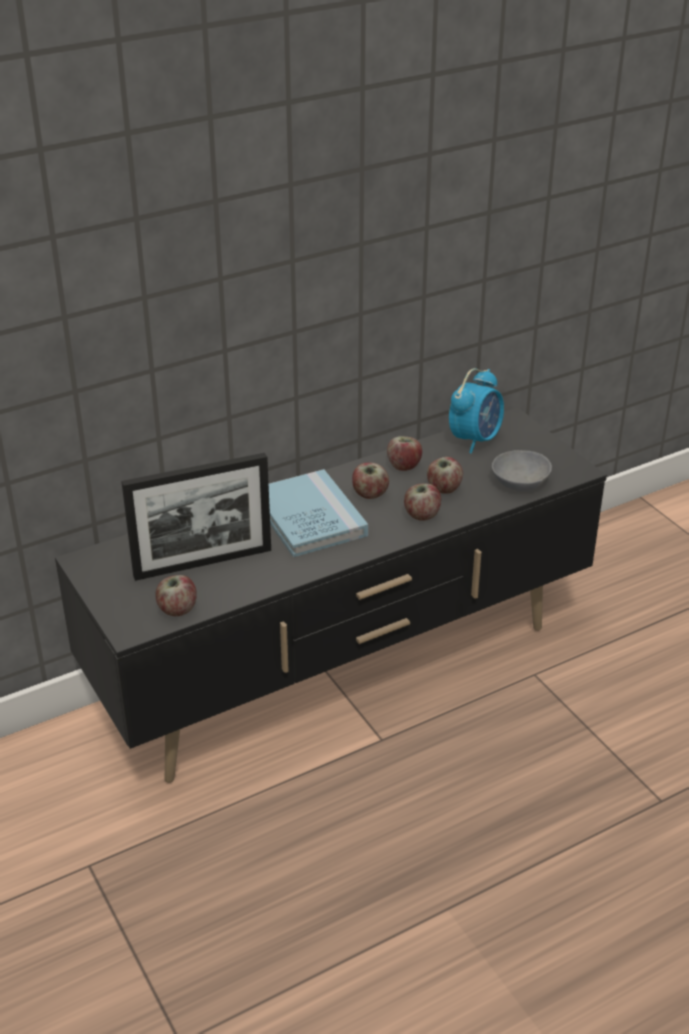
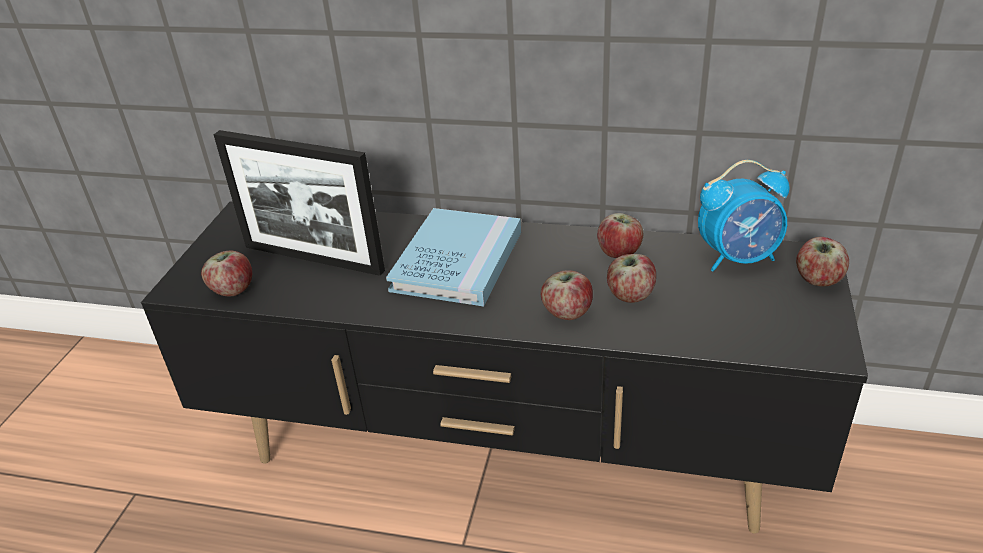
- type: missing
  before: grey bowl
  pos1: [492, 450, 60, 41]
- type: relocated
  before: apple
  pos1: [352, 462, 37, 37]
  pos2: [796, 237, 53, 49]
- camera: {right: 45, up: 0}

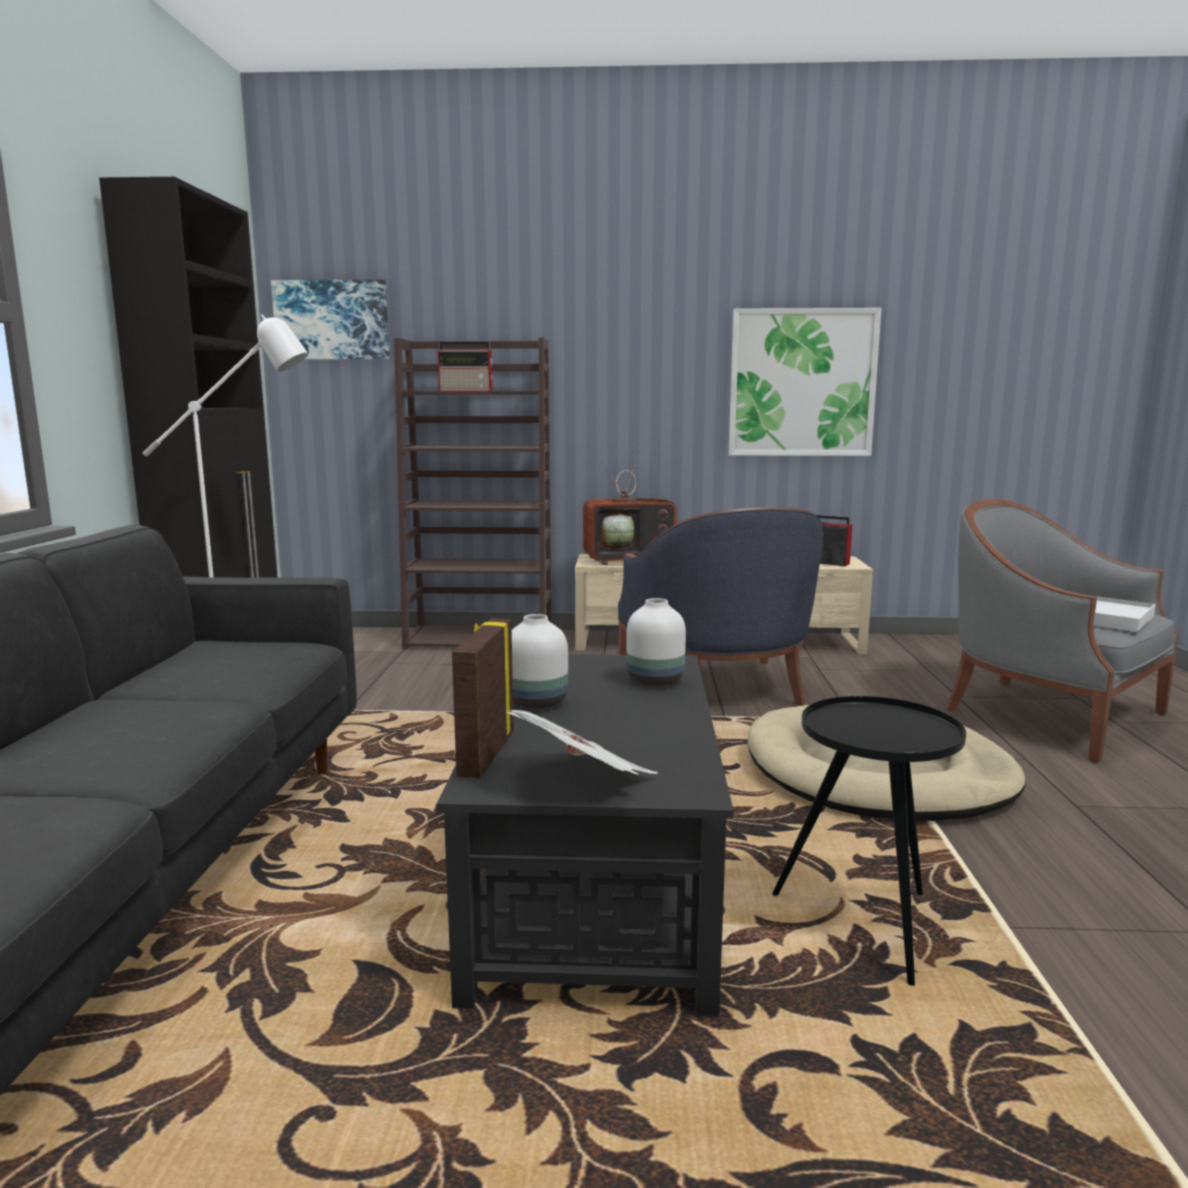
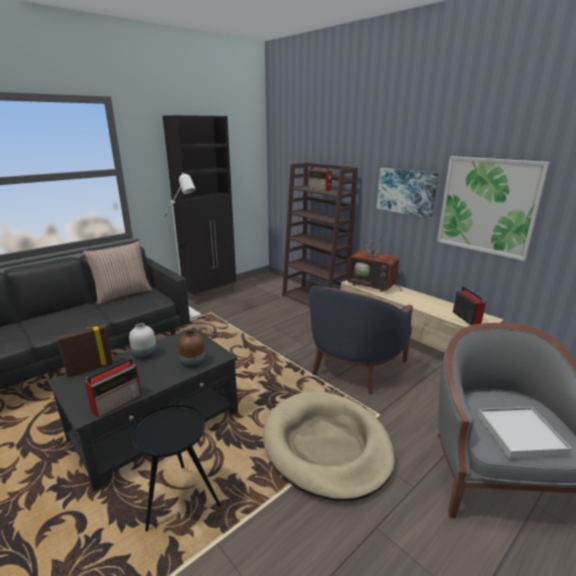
- type: missing
  before: newspaper
  pos1: [506, 710, 152, 65]
- type: appeared
  after: pillow
  pos2: [83, 241, 69, 64]
- type: appeared
  after: radio
  pos2: [84, 357, 57, 60]
- type: relocated
  before: picture
  pos1: [271, 280, 119, 80]
  pos2: [377, 168, 61, 50]
- type: colour
  before: white vase
  after: brown vase
  pos1: [626, 598, 60, 88]
  pos2: [178, 330, 27, 38]
- camera: {right: 45, up: 10}

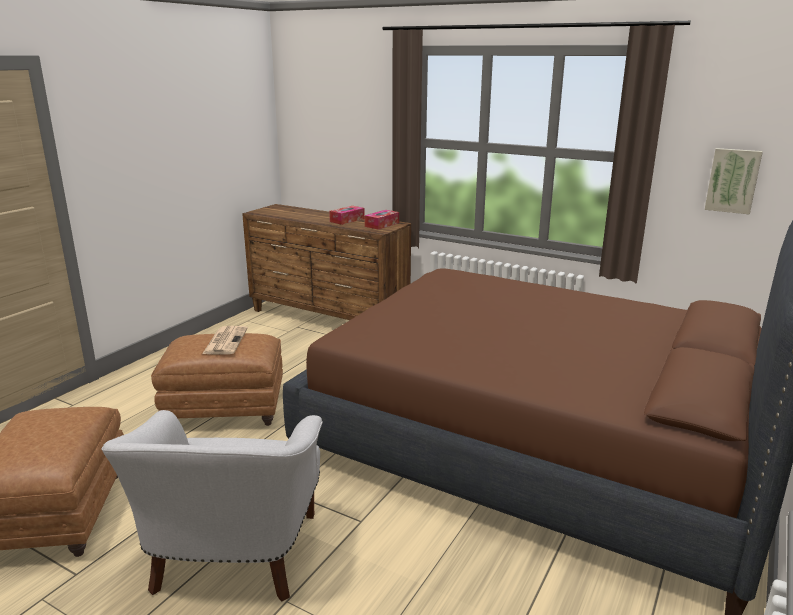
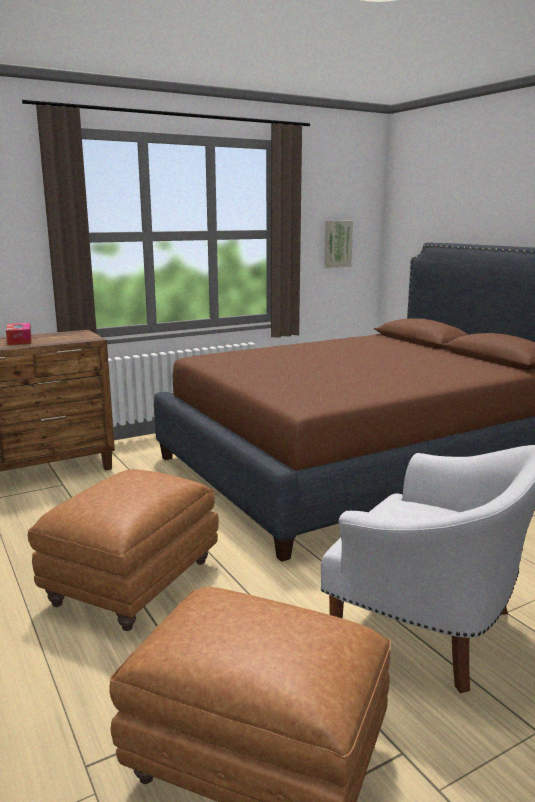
- type: missing
  before: newspaper
  pos1: [202, 326, 46, 28]
- type: missing
  before: tissue box
  pos1: [365, 210, 34, 19]
- camera: {right: -60, up: -5}

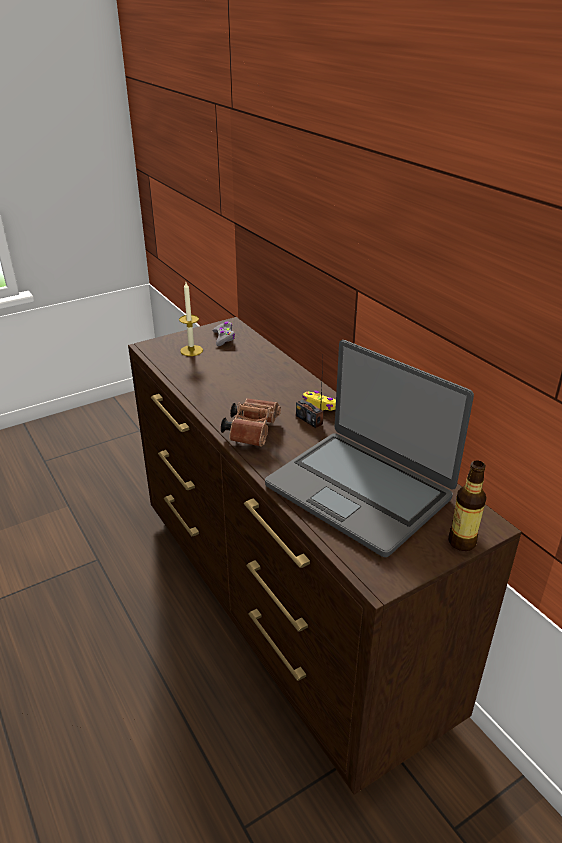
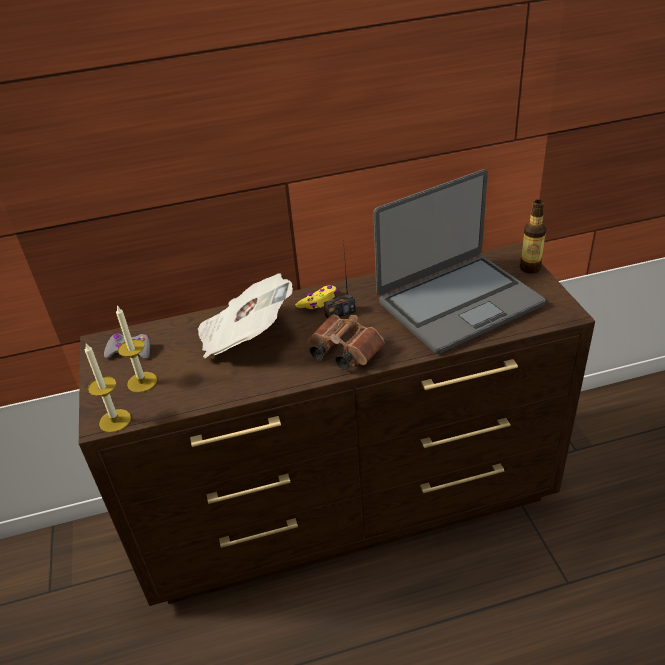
- type: appeared
  after: candle
  pos2: [85, 344, 46, 89]
- type: appeared
  after: newspaper
  pos2: [198, 273, 95, 85]
- camera: {right: -70, up: 5}

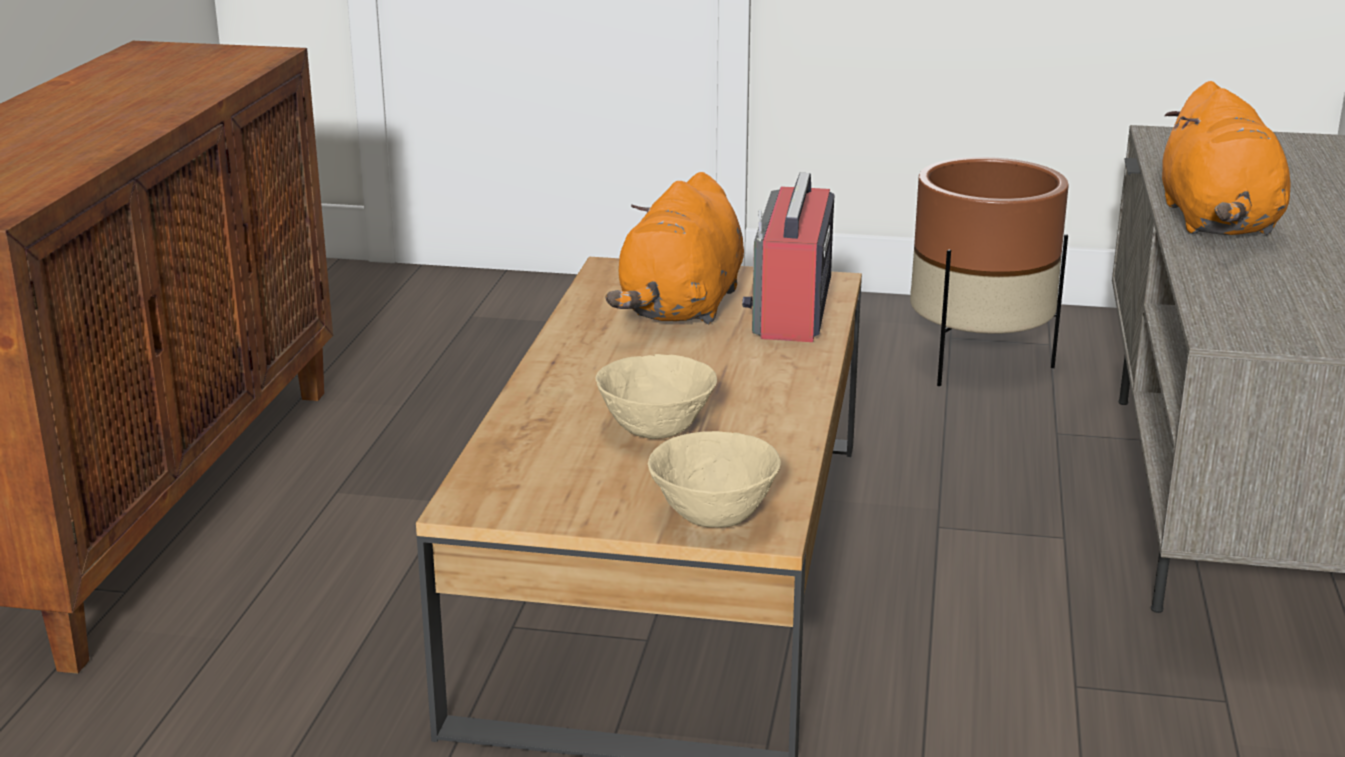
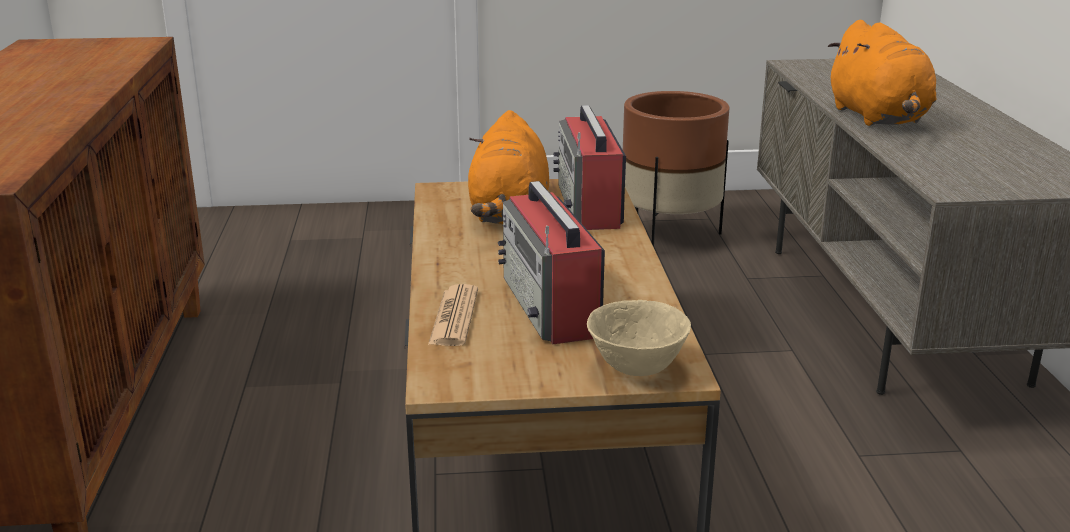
- type: appeared
  after: newspaper
  pos2: [428, 284, 50, 62]
- type: exchanged
  before: beige bowl
  after: radio
  pos1: [595, 354, 122, 85]
  pos2: [498, 181, 107, 164]
- camera: {right: -15, up: 0}

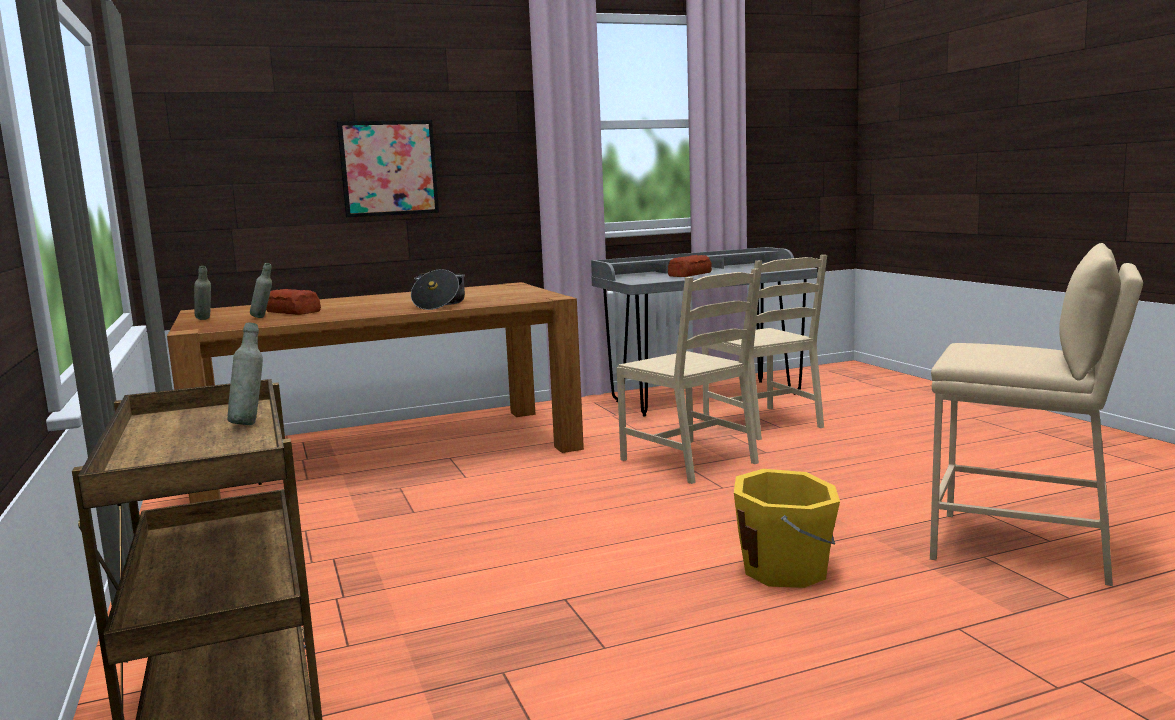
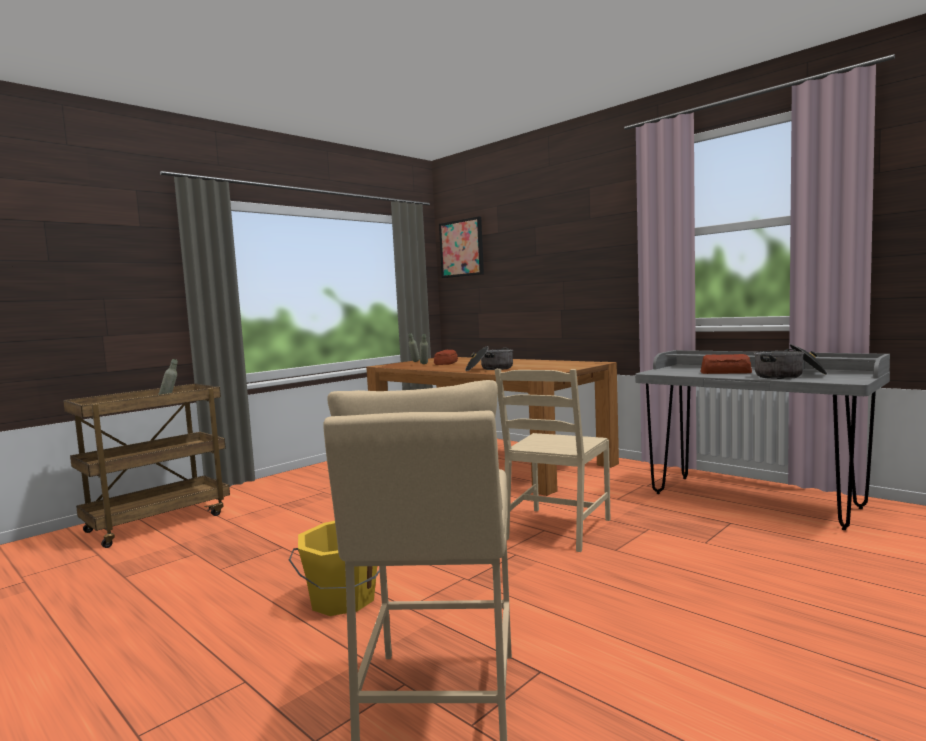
- type: missing
  before: beige chair
  pos1: [702, 255, 125, 185]
- type: appeared
  after: cooking pot
  pos2: [754, 344, 73, 35]
- type: relocated
  before: picture
  pos1: [337, 120, 102, 97]
  pos2: [439, 216, 45, 62]
- camera: {right: 65, up: -5}

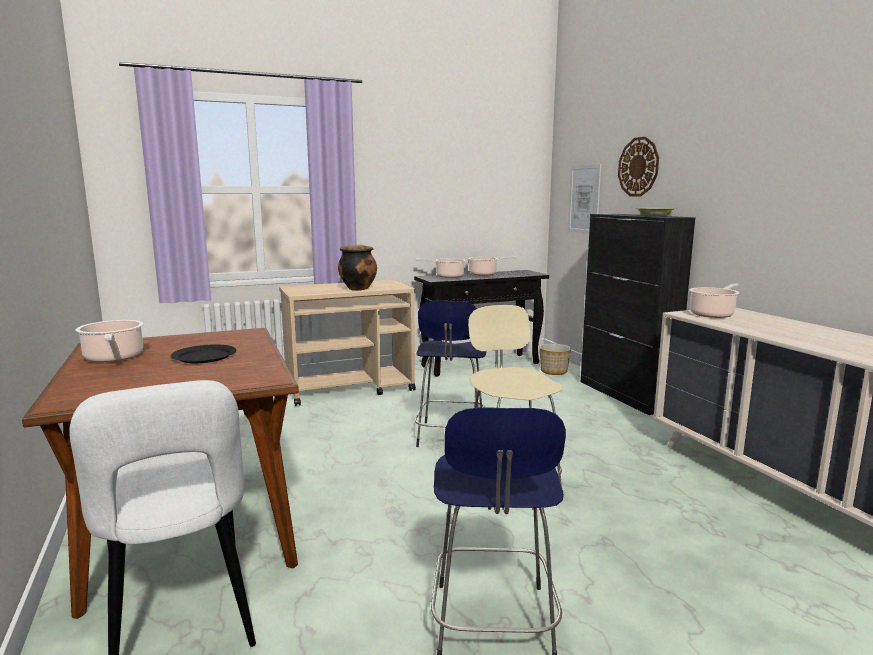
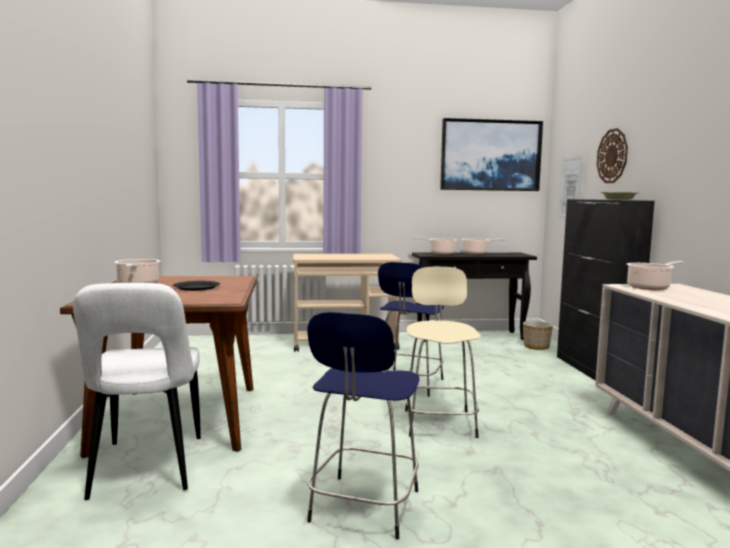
- type: missing
  before: cooking pot
  pos1: [338, 245, 39, 45]
- type: appeared
  after: picture
  pos2: [440, 118, 103, 73]
- camera: {right: 15, up: -5}

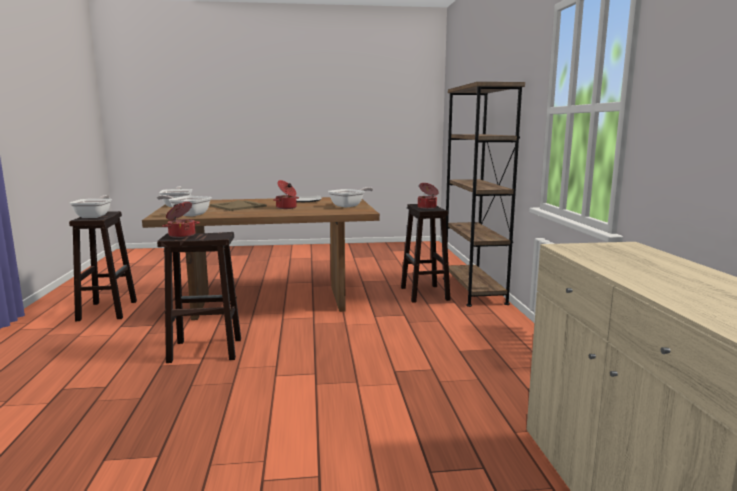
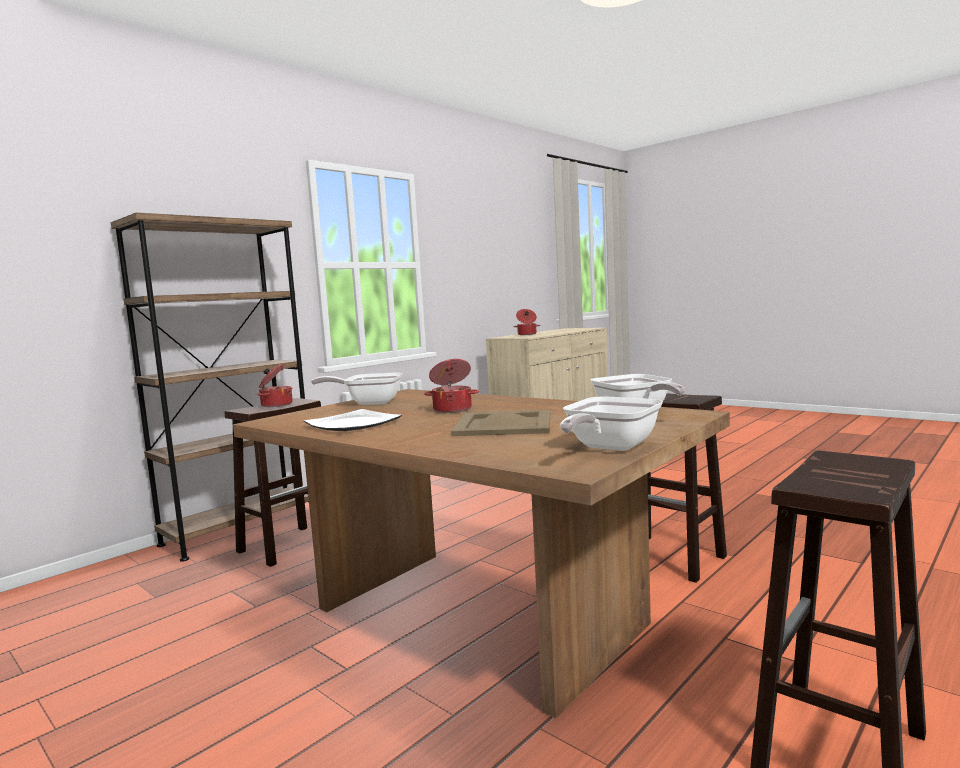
- type: missing
  before: frying pan
  pos1: [70, 195, 42, 23]
- type: relocated
  before: cooking pot
  pos1: [162, 202, 38, 36]
  pos2: [513, 309, 27, 26]
- camera: {right: -130, up: -5}

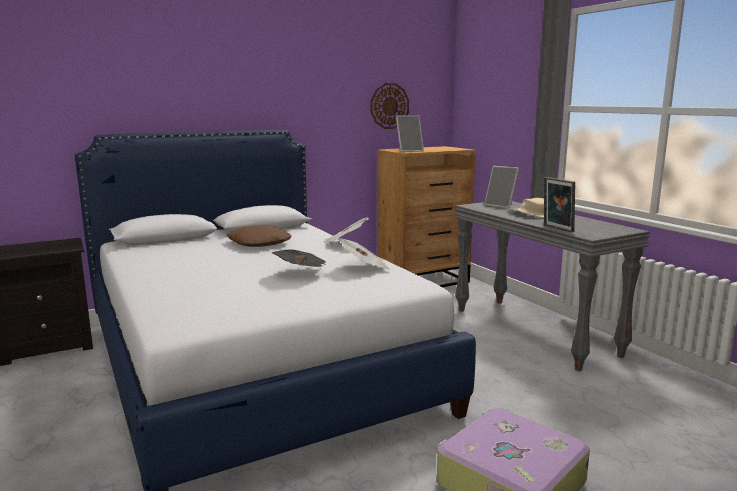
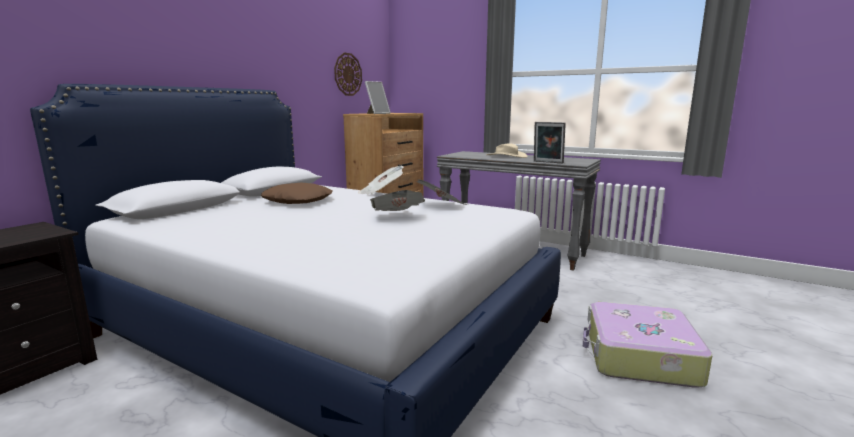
- type: missing
  before: picture frame
  pos1: [484, 166, 35, 42]
- camera: {right: -30, up: 0}

